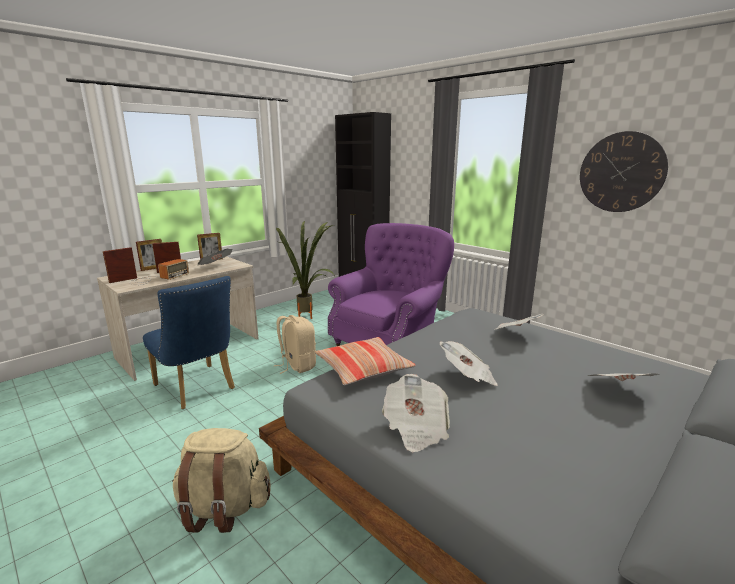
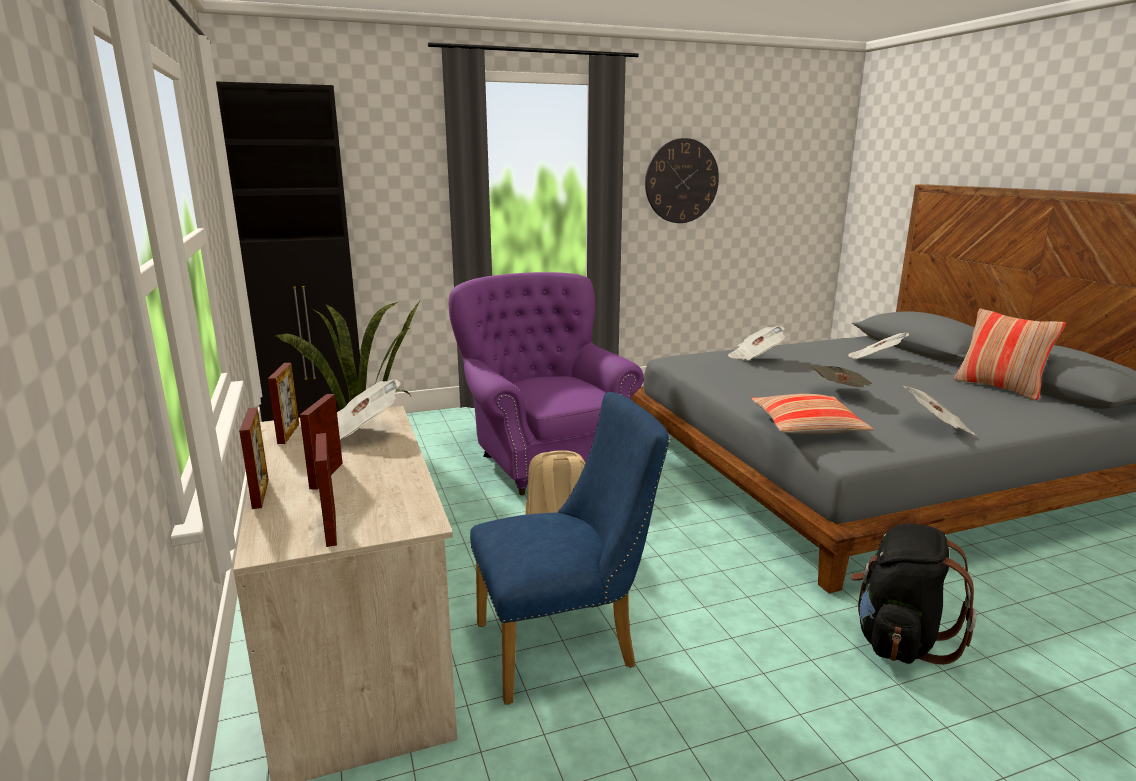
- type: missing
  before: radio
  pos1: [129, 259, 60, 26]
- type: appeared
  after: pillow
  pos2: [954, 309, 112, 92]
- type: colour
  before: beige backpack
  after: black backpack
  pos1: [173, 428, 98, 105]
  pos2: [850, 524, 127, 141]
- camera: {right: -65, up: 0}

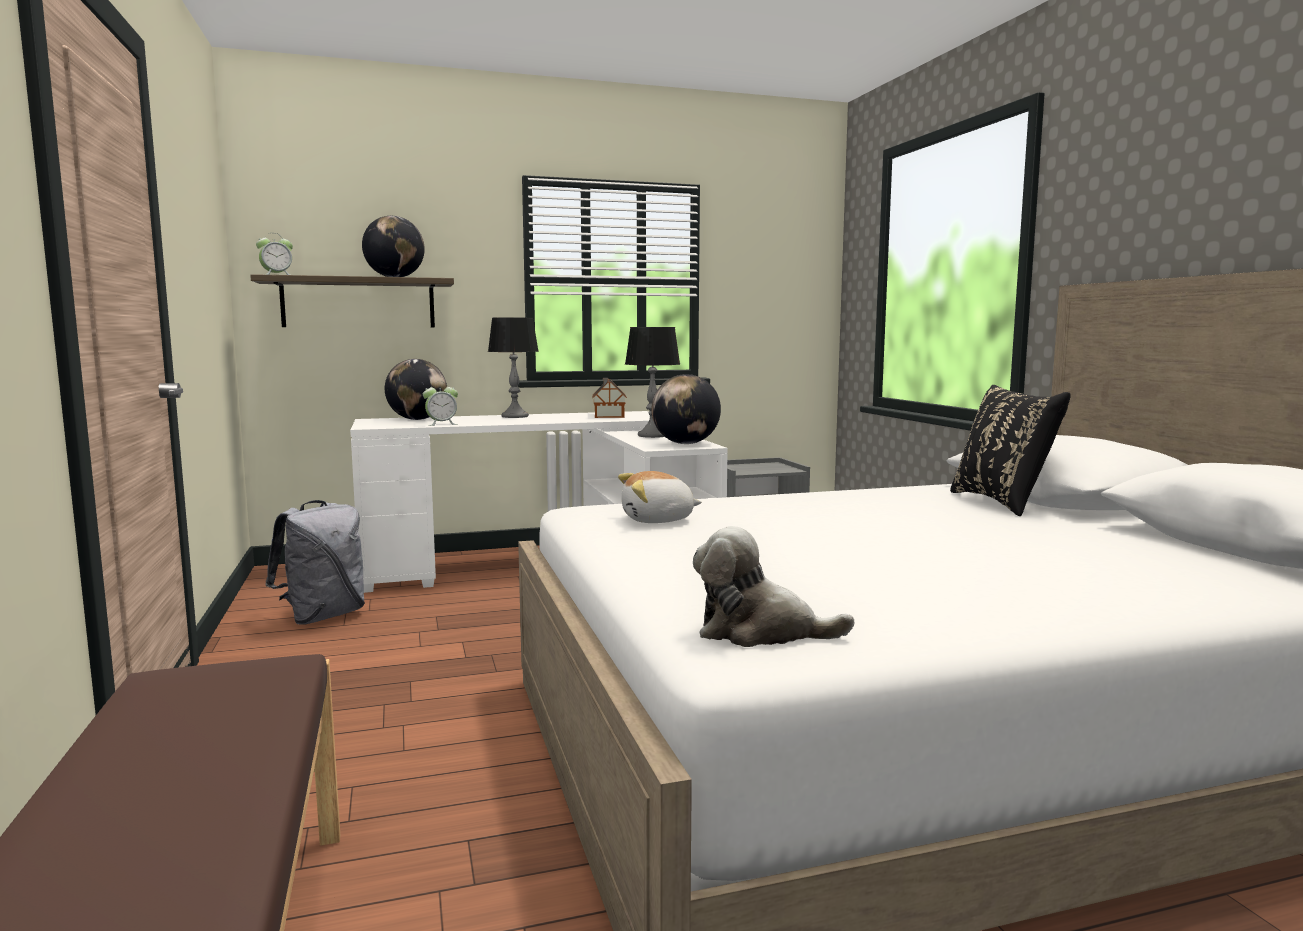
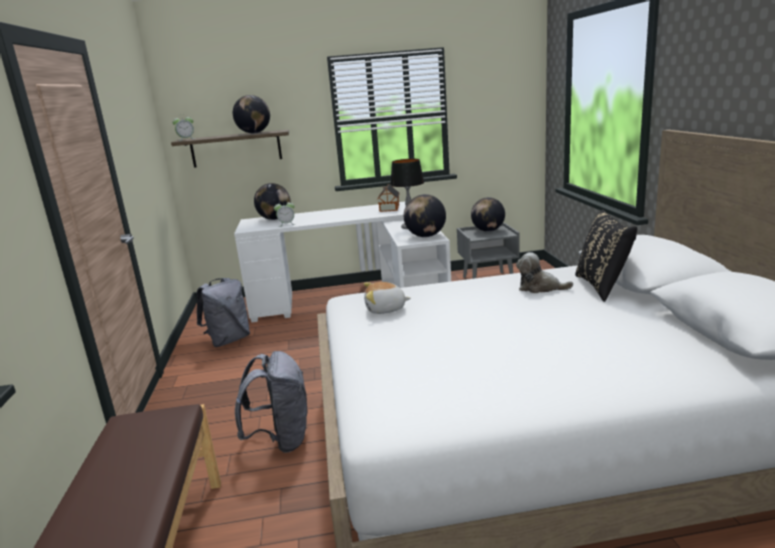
- type: missing
  before: table lamp
  pos1: [488, 317, 51, 101]
- type: appeared
  after: grey backpack
  pos2: [235, 351, 72, 102]
- type: appeared
  after: globe
  pos2: [471, 197, 34, 35]
- type: relocated
  before: plush toy
  pos1: [693, 526, 161, 121]
  pos2: [516, 252, 57, 41]
- camera: {right: 10, up: 10}

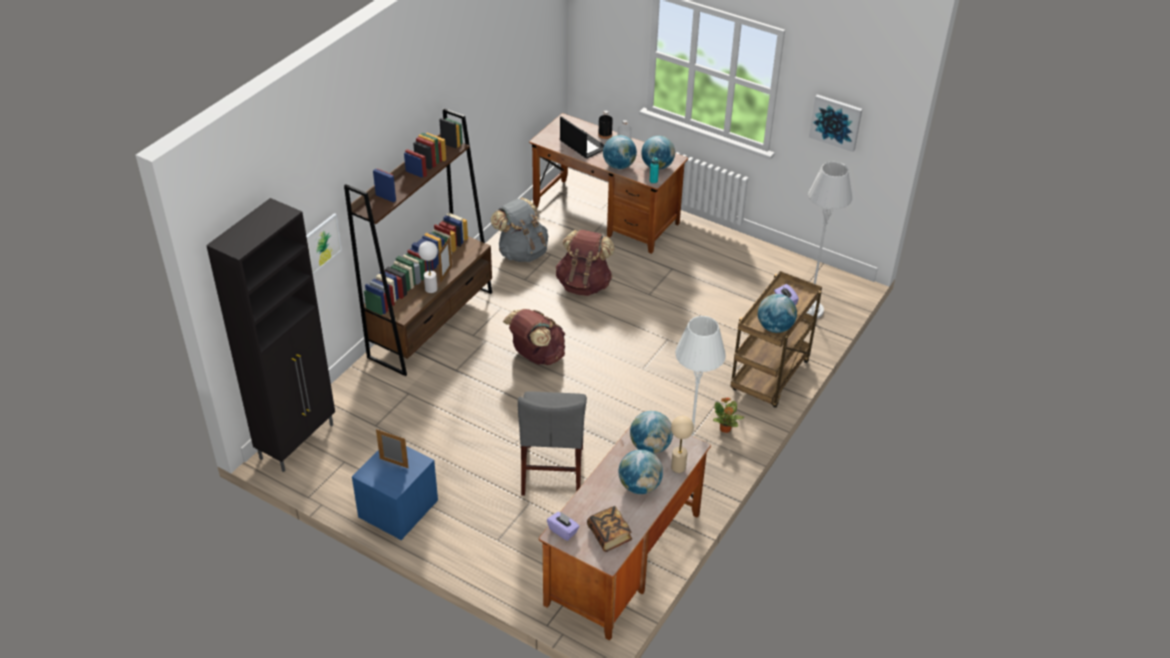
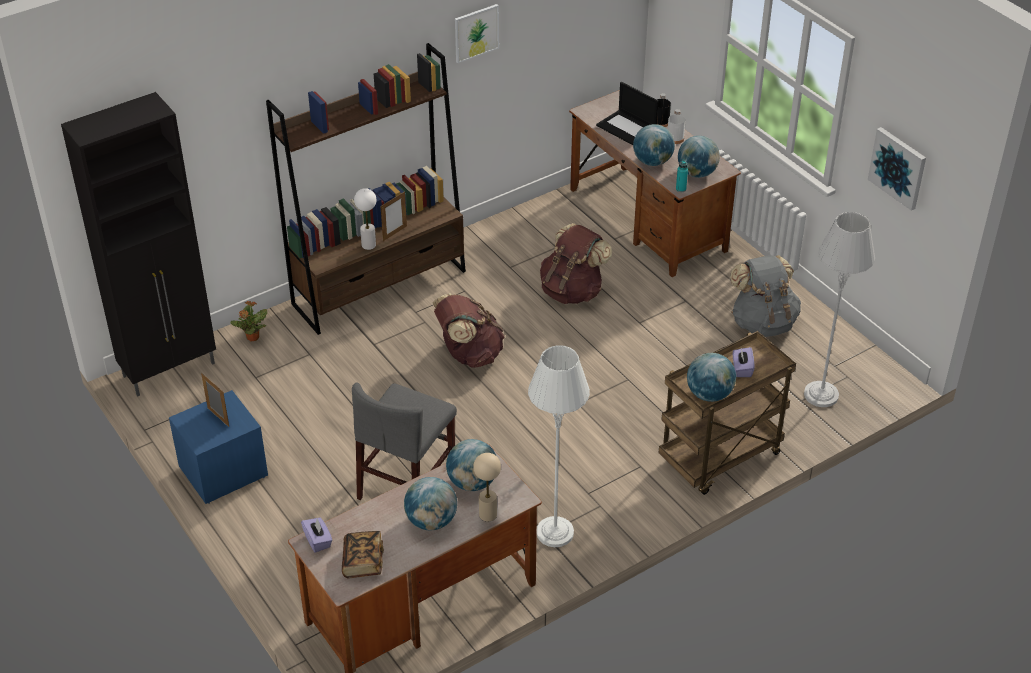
- type: relocated
  before: picture
  pos1: [306, 213, 36, 61]
  pos2: [455, 4, 44, 59]
- type: relocated
  before: grey backpack
  pos1: [491, 198, 57, 64]
  pos2: [730, 255, 71, 82]
- type: relocated
  before: potted plant
  pos1: [713, 397, 31, 36]
  pos2: [230, 301, 37, 40]
- type: spun
  before: laptop
  pos1: [560, 116, 44, 43]
  pos2: [596, 82, 62, 63]
  turn: 150
- camera: {right: 25, up: 0}

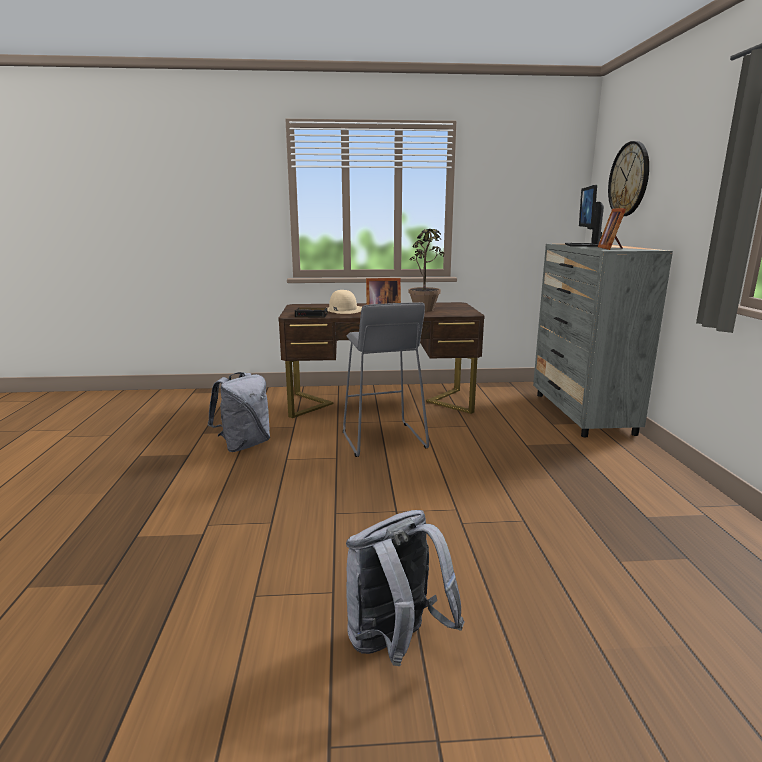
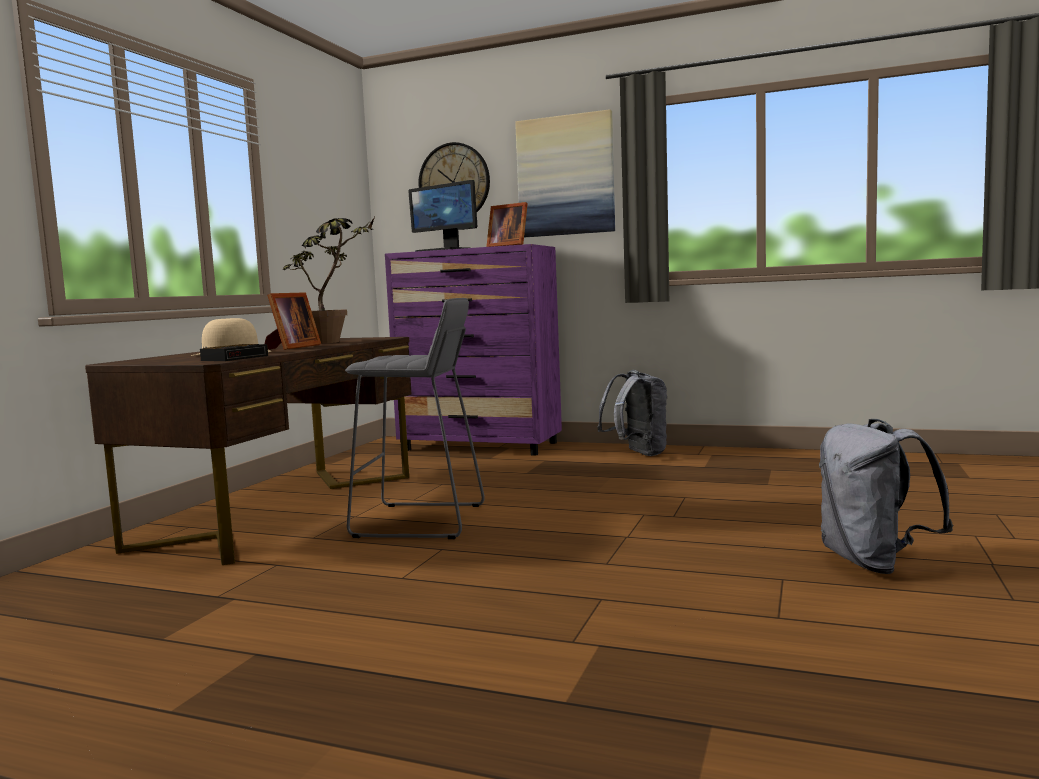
- type: appeared
  after: picture
  pos2: [515, 109, 100, 129]
- type: relocated
  before: grey backpack
  pos1: [208, 372, 62, 80]
  pos2: [597, 370, 70, 86]
- type: colour
  before: grey dresser
  after: purple dresser
  pos1: [533, 244, 140, 193]
  pos2: [385, 244, 177, 212]
- camera: {right: -65, up: -10}

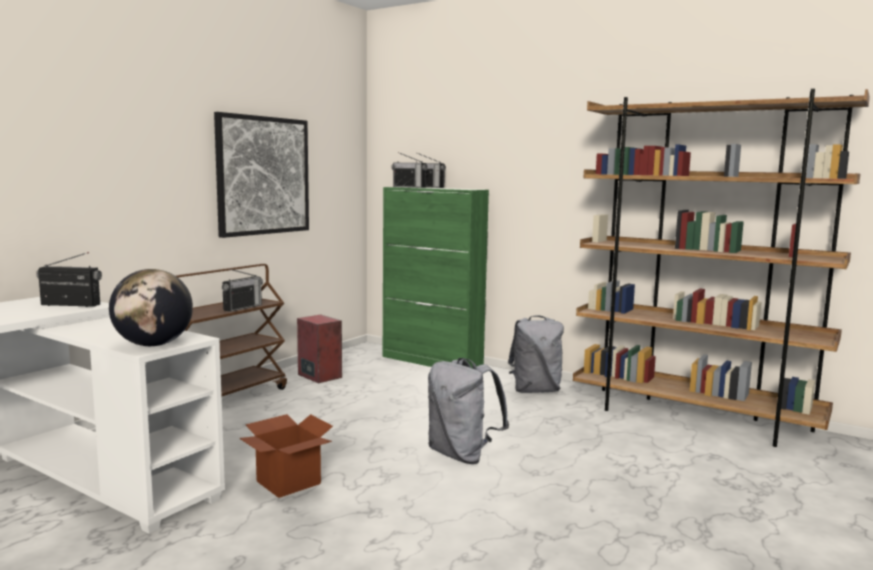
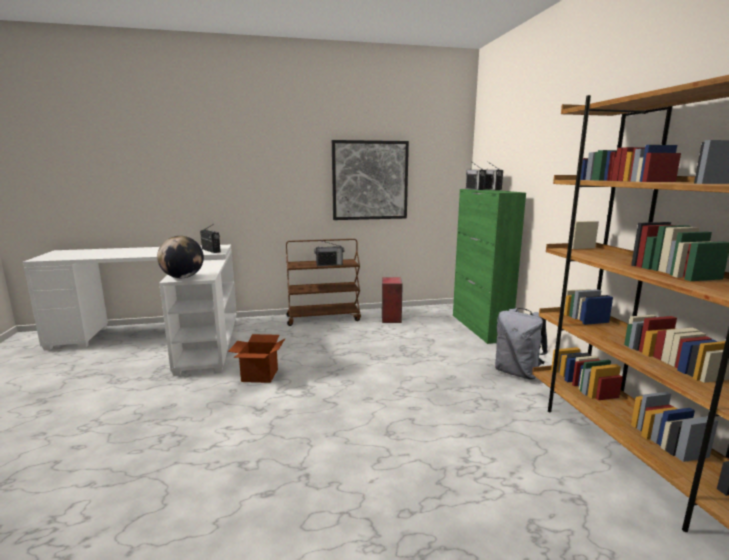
- type: missing
  before: grey backpack
  pos1: [428, 358, 81, 106]
- camera: {right: 45, up: 5}

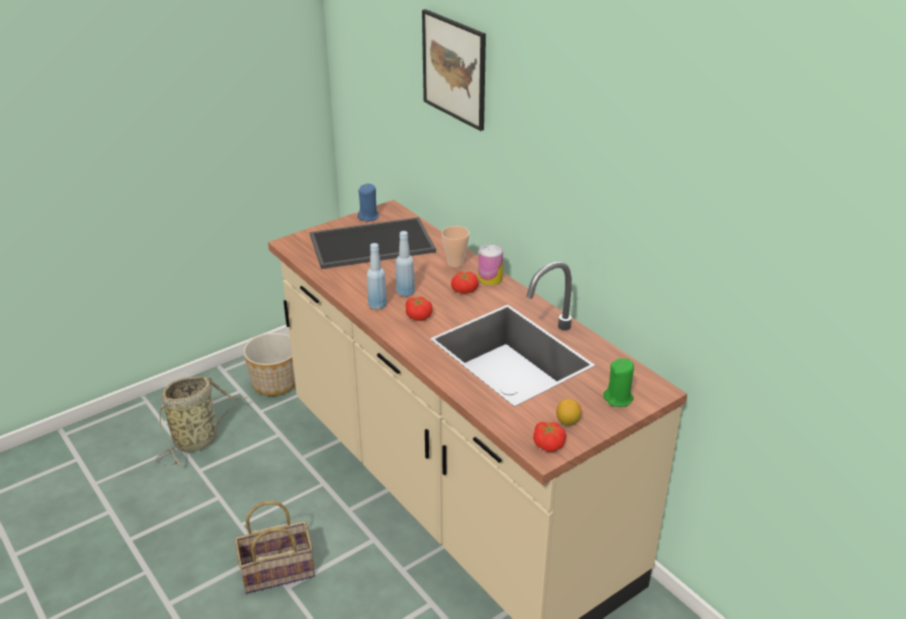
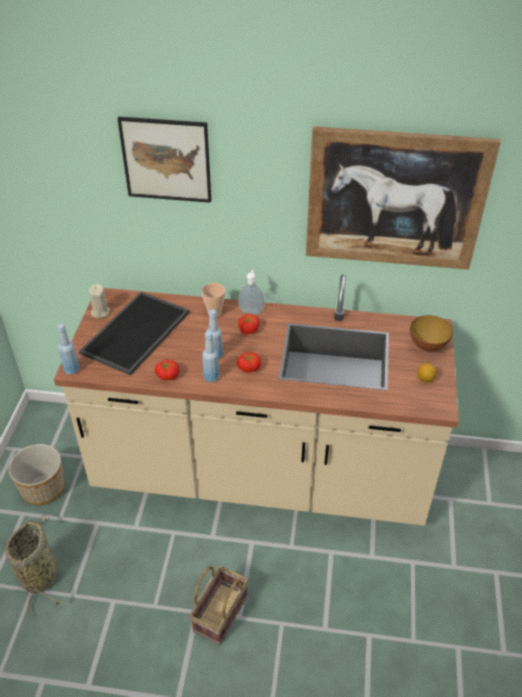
- type: appeared
  after: blue bottle
  pos2: [57, 323, 23, 52]
- type: appeared
  after: picture
  pos2: [306, 126, 195, 144]
- type: relocated
  before: tomato
  pos1: [533, 422, 33, 30]
  pos2: [155, 359, 25, 21]
- type: exchanged
  before: can
  after: soap dispenser
  pos1: [478, 245, 25, 40]
  pos2: [238, 270, 27, 45]
- type: exchanged
  before: green candle
  after: bowl
  pos1: [604, 358, 30, 49]
  pos2: [410, 315, 43, 36]
- type: colour
  before: blue candle
  after: beige candle
  pos1: [357, 184, 22, 38]
  pos2: [89, 284, 21, 34]
- camera: {right: -45, up: 10}

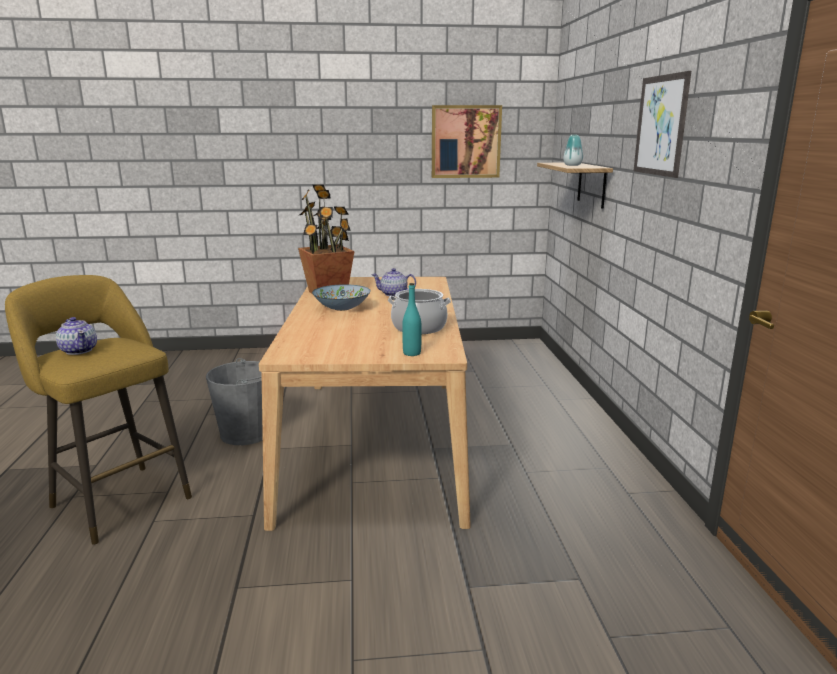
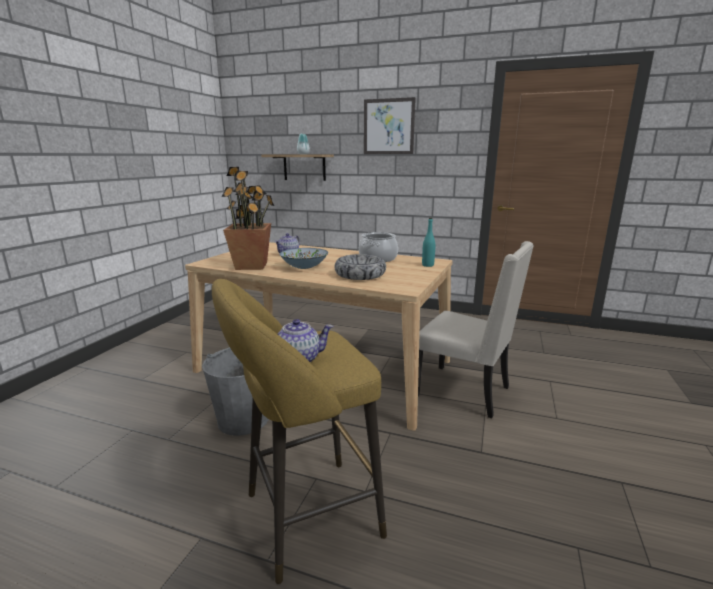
- type: missing
  before: picture
  pos1: [432, 105, 70, 73]
- type: appeared
  after: bowl
  pos2: [335, 254, 51, 26]
- type: appeared
  after: beige chair
  pos2: [418, 241, 116, 177]
- camera: {right: -65, up: 0}

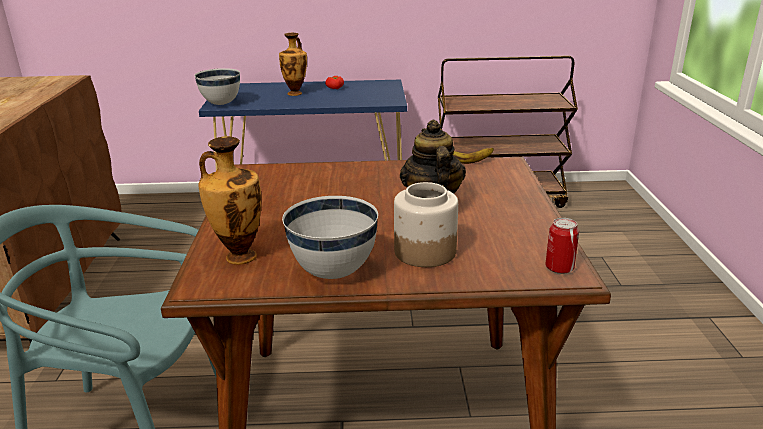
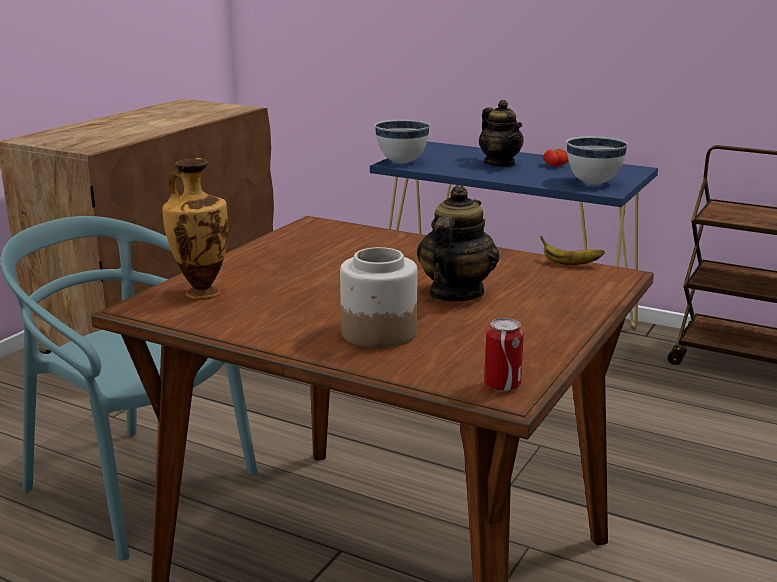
- type: relocated
  before: white bowl
  pos1: [282, 196, 96, 83]
  pos2: [566, 136, 62, 48]
- type: exchanged
  before: vase
  after: teapot
  pos1: [279, 33, 28, 63]
  pos2: [479, 100, 45, 67]
- camera: {right: 30, up: -5}

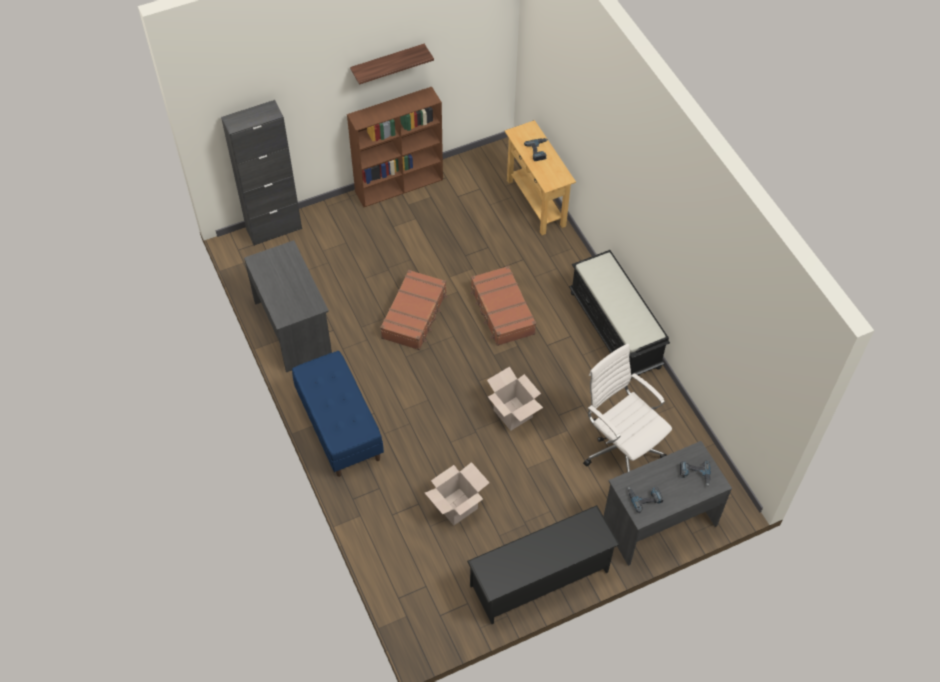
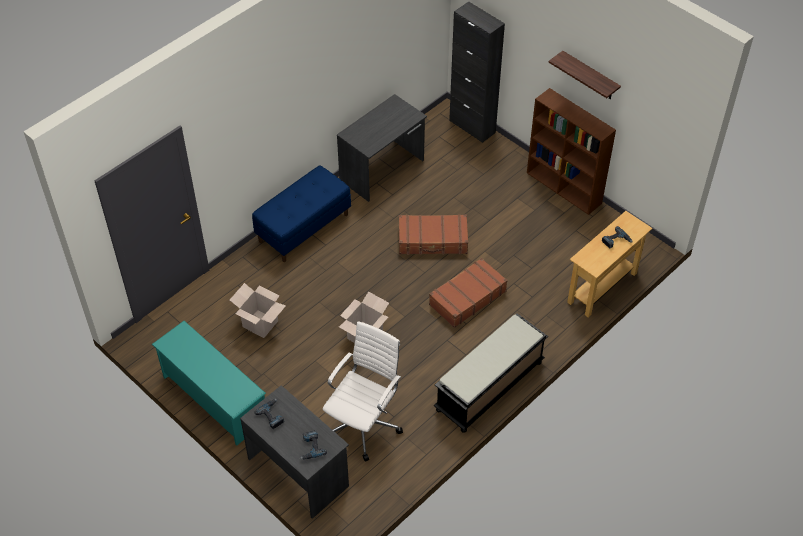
- type: colour
  before: black shoe rack
  after: turquoise shoe rack
  pos1: [467, 505, 153, 119]
  pos2: [152, 321, 114, 125]
- camera: {right: 70, up: -5}

